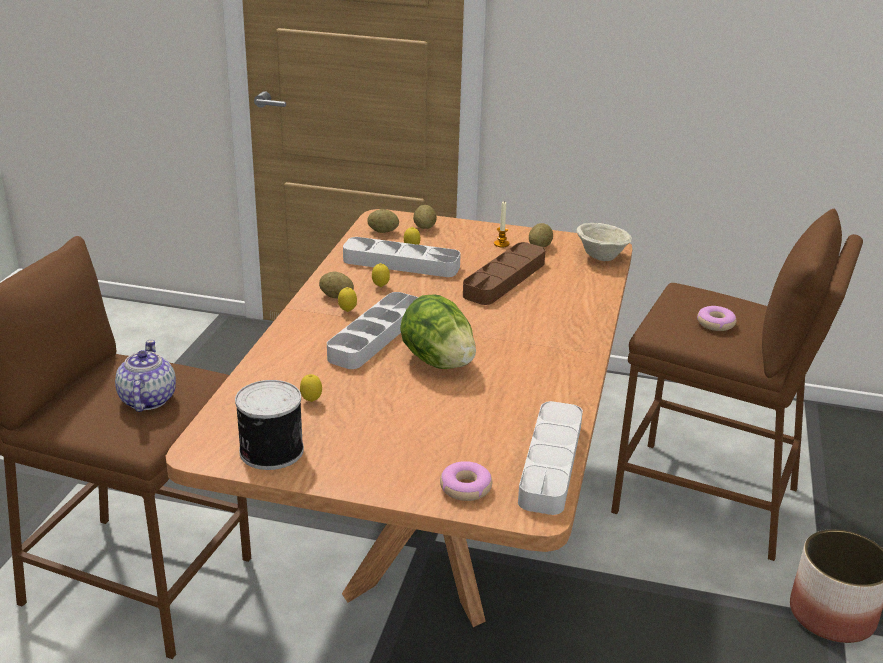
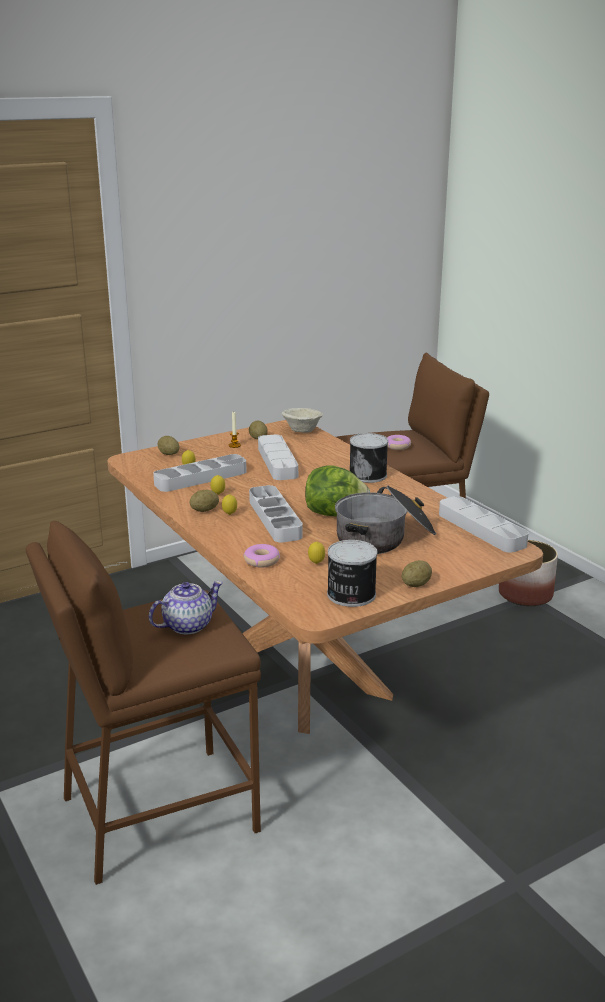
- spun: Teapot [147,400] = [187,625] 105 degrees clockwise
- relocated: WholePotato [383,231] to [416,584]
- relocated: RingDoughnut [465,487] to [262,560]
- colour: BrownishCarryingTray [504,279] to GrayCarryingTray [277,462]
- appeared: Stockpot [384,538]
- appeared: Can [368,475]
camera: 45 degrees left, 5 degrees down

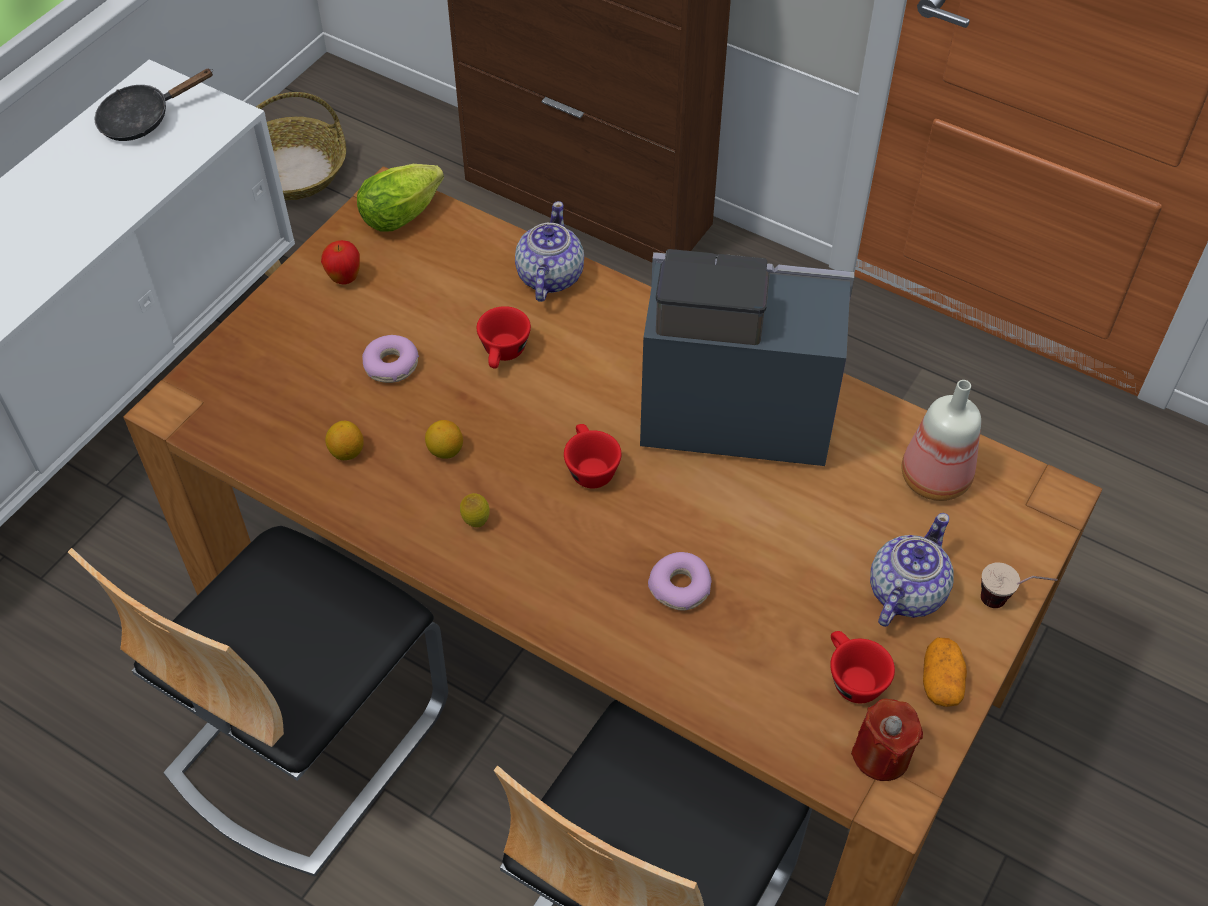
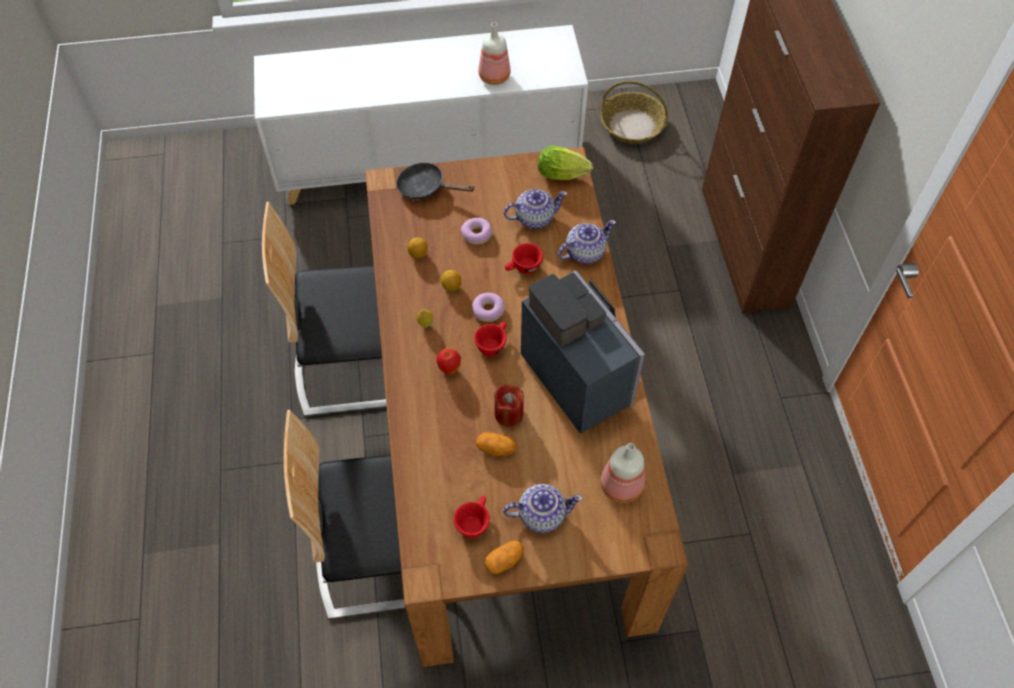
- relocated: BlackColouredFryingPan [143,119] to [426,187]
- relocated: AppleFruit [344,279] to [449,369]
- relocated: RingDoughnut [680,587] to [488,310]
- relocated: ReddishCandle [881,755] to [508,413]
- missing: SmallCup [1008,602]
- appeared: WholePotato [496,448]
- appeared: BeverageBottle [493,77]
- appeared: Teapot [534,218]
camera: 50 degrees right, 5 degrees up

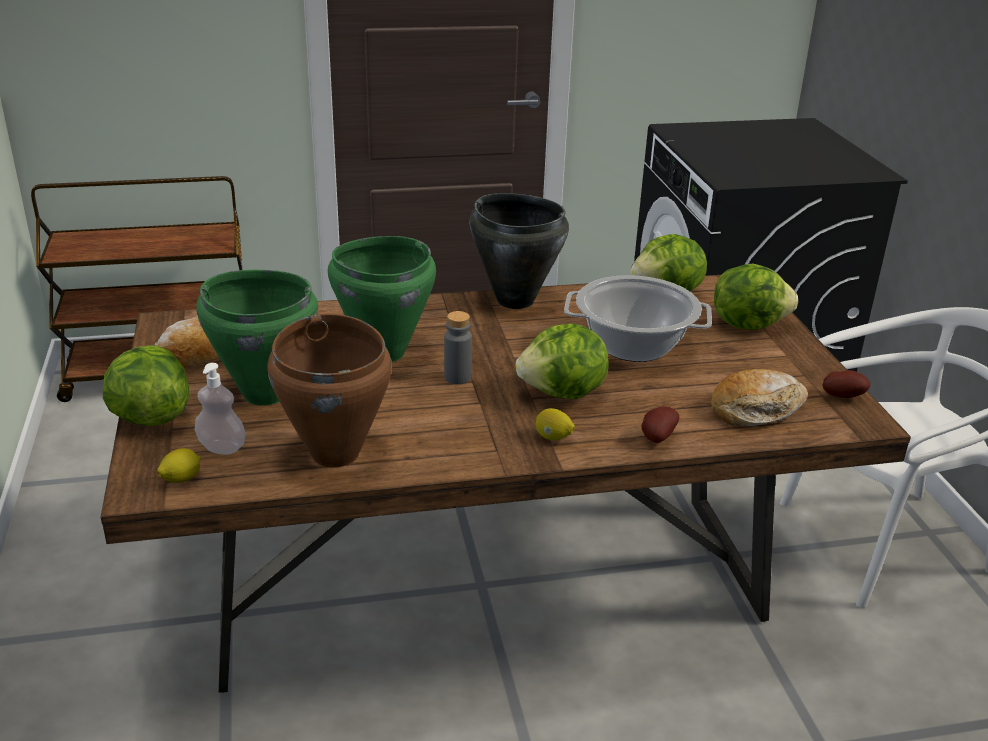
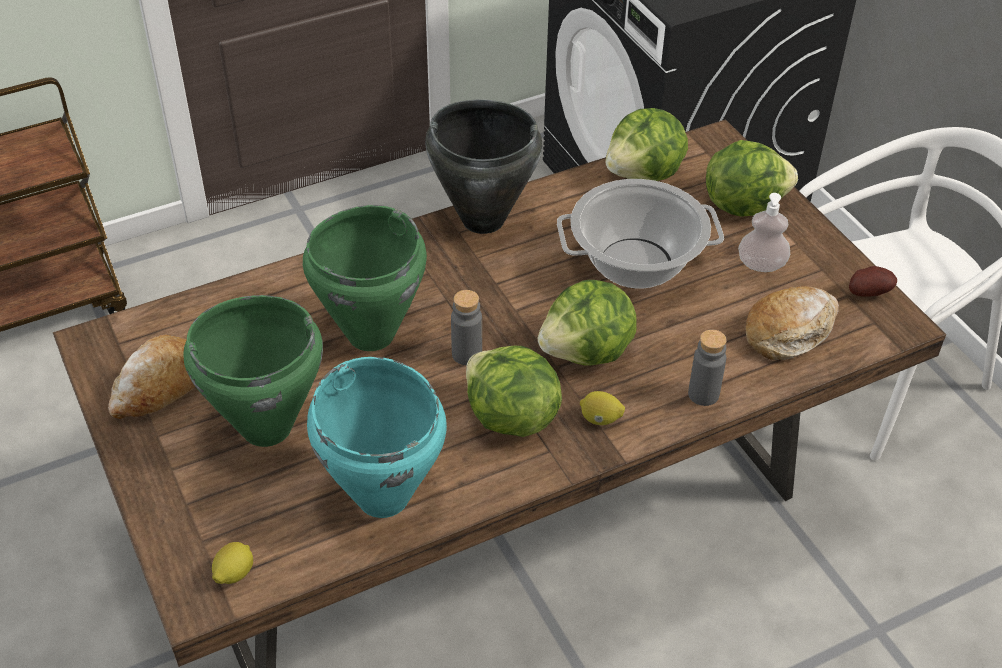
- relocated: Lettuce [150,417] to [510,418]
- relocated: SoapDispenser [222,447] to [761,265]
- colour: BrownishStockpot [336,453] to BlueGreenStockpot [383,496]
- exchanged: WholePotato [656,437] to GrayBeverageBottle [703,394]
camera: 15 degrees left, 15 degrees up

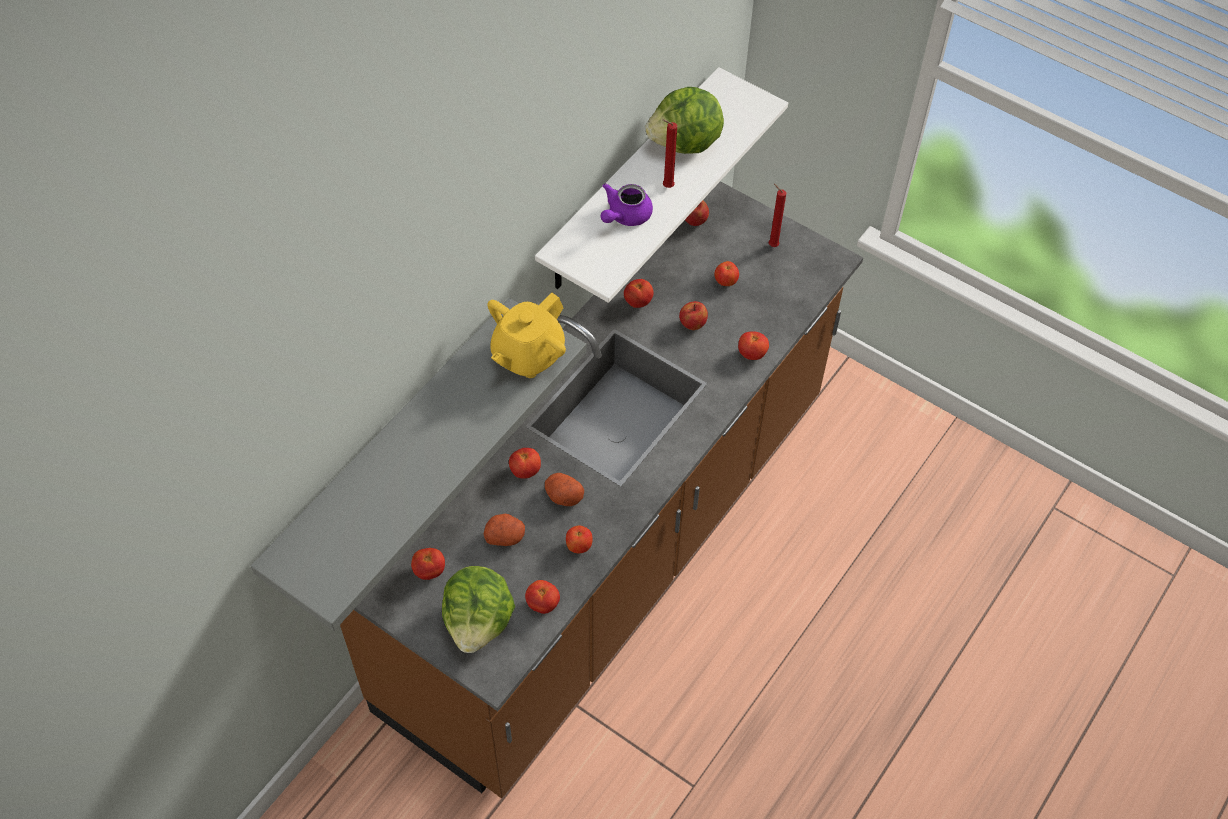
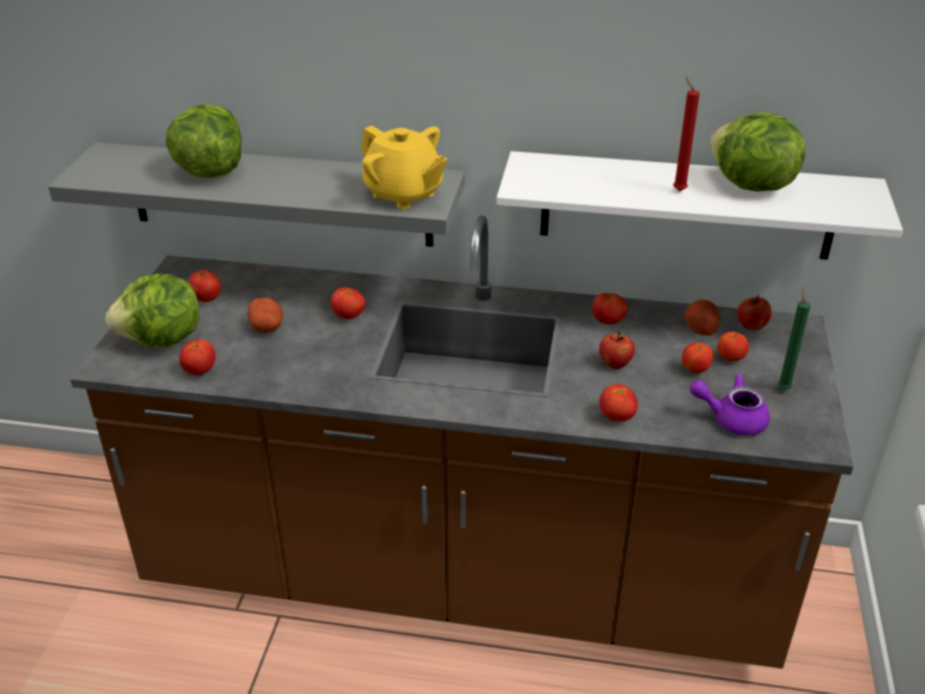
- spun: YellowColouredTeapot [527,355] = [403,194] 150 degrees counterclockwise
- relocated: WholePotato [563,495] to [700,327]
- relocated: AppleFruit [578,546] to [730,358]
- relocated: PurpleTeapot [624,216] to [731,419]
- colour: ReddishCandle [771,245] to GreenCandle [783,388]
- appeared: Lettuce [210,171]
camera: 65 degrees right, 20 degrees down

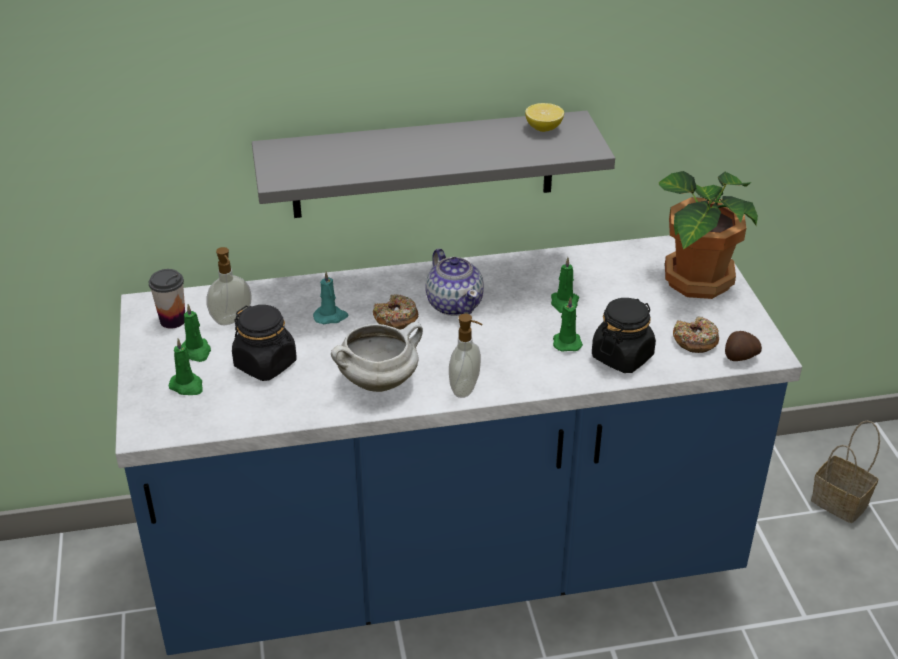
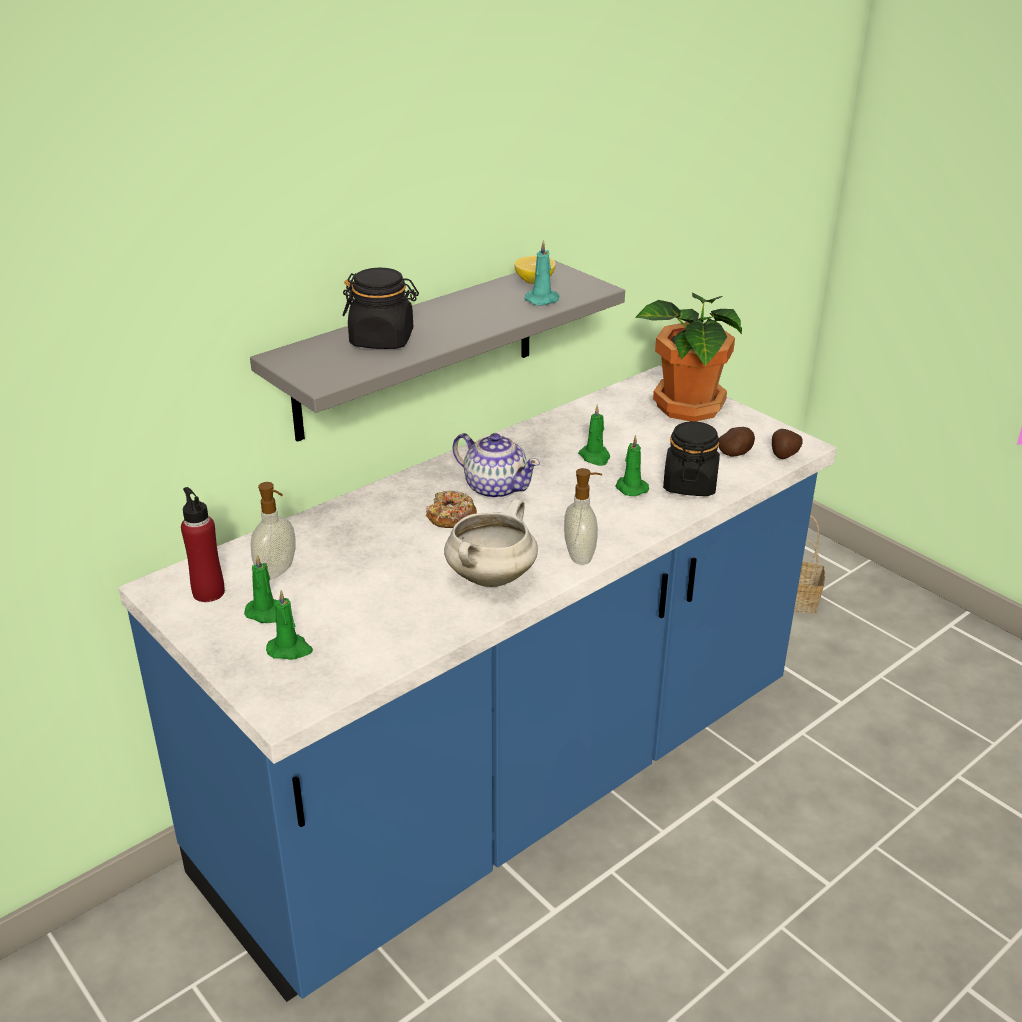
- exchanged: SmallCup [173,320] to ReddishBeverageBottle [208,592]
- relocated: BlackColouredPreserveJar [266,364] to [382,340]
- relocated: BlueGreenCandle [331,317] to [543,300]
- exchanged: RingDoughnut [695,341] to WholePotato [736,454]
camera: 30 degrees left, 5 degrees down

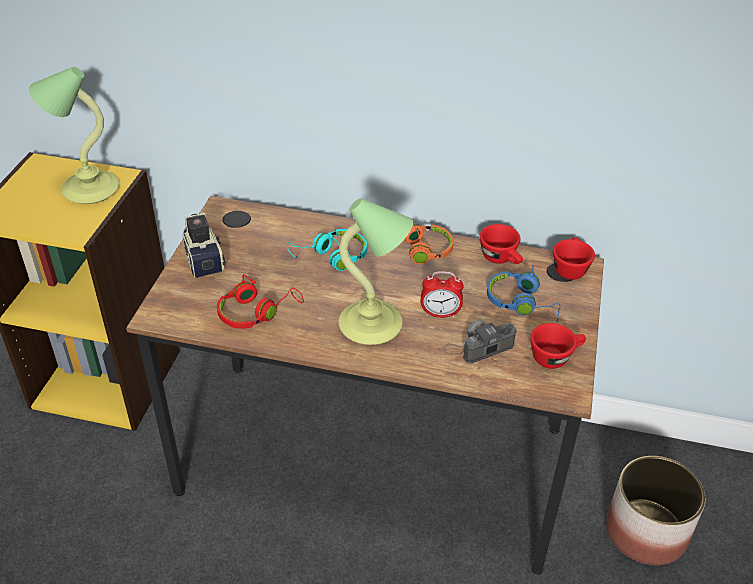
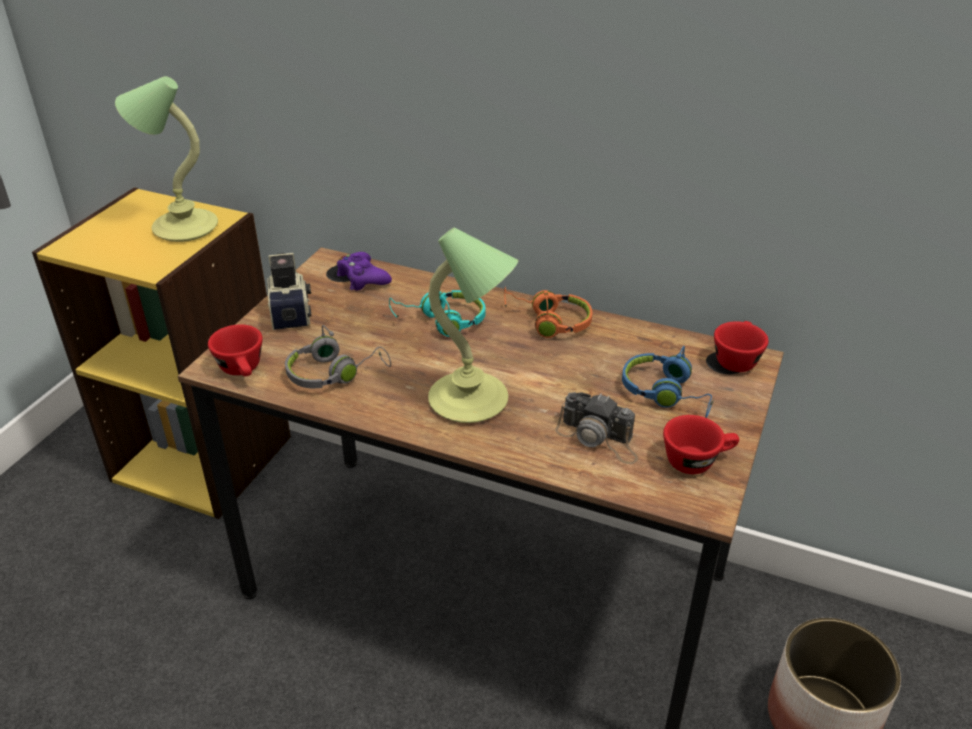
- colour: ReddishHeadphones [257,312] to GrayHeadphones [335,373]
- missing: BedsideClock [440,314]
- spun: StillCamera [478,347] = [599,438] 135 degrees counterclockwise
- relocated: ReddishSmallCup [502,259] to [243,370]
- appeared: PurpleJoypad [362,278]
camera: 10 degrees right, 5 degrees down

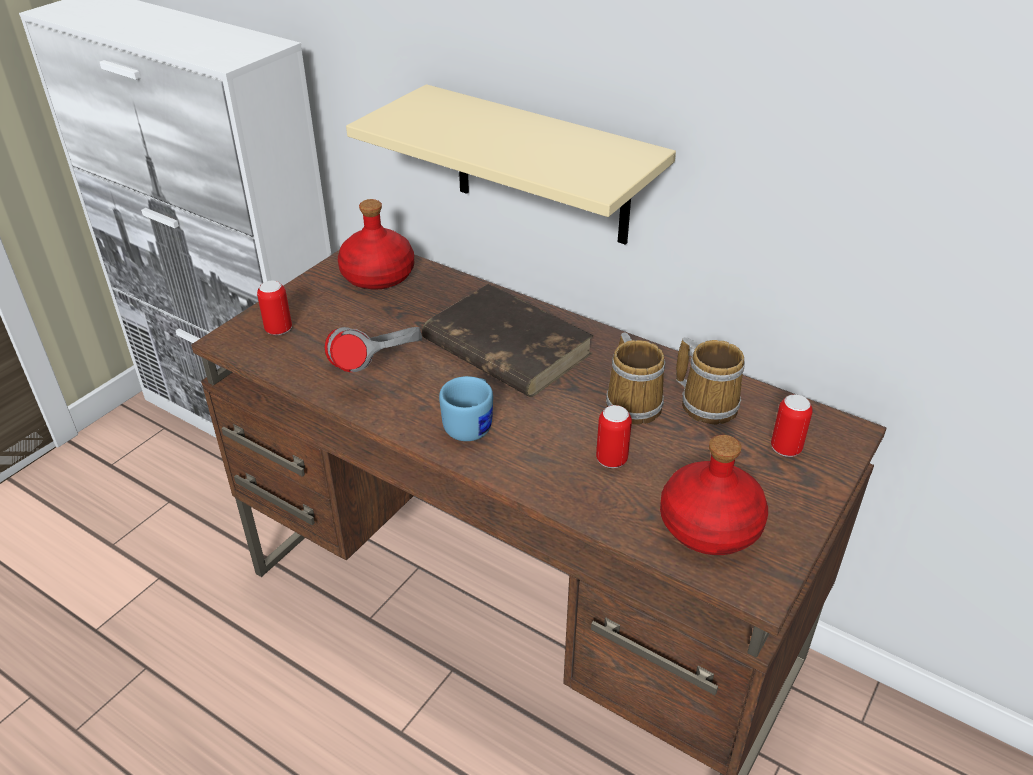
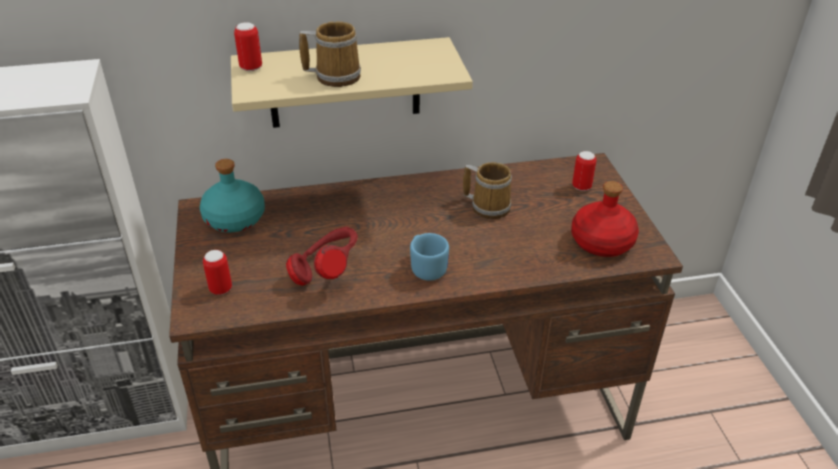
- colour: GrayHeadphones [377,370] to ReddishHeadphones [327,273]
- colour: ReddishBeverageBottle [377,276] to BlueGreenBeverageBottle [234,219]
- missing: BrownishVolume [505,347]
- relocated: Can [611,459] to [251,67]
- relocated: CoffeeMug [707,403] to [335,76]
camera: 45 degrees left, 0 degrees up

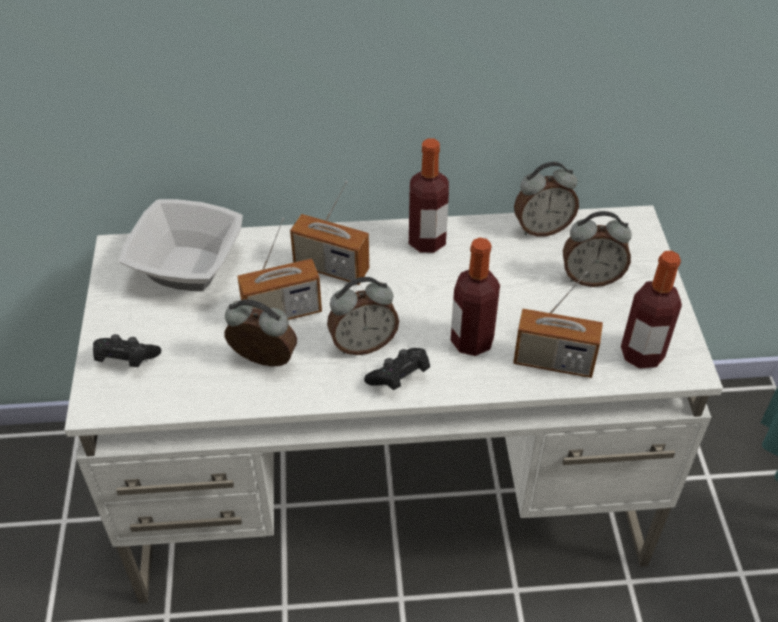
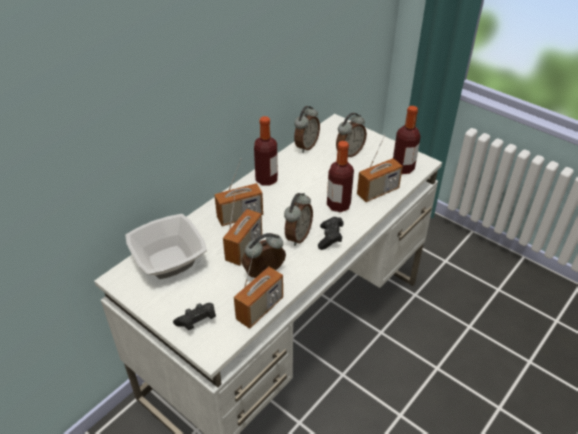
- appeared: RadioSet [260,309]
camera: 45 degrees left, 5 degrees down

